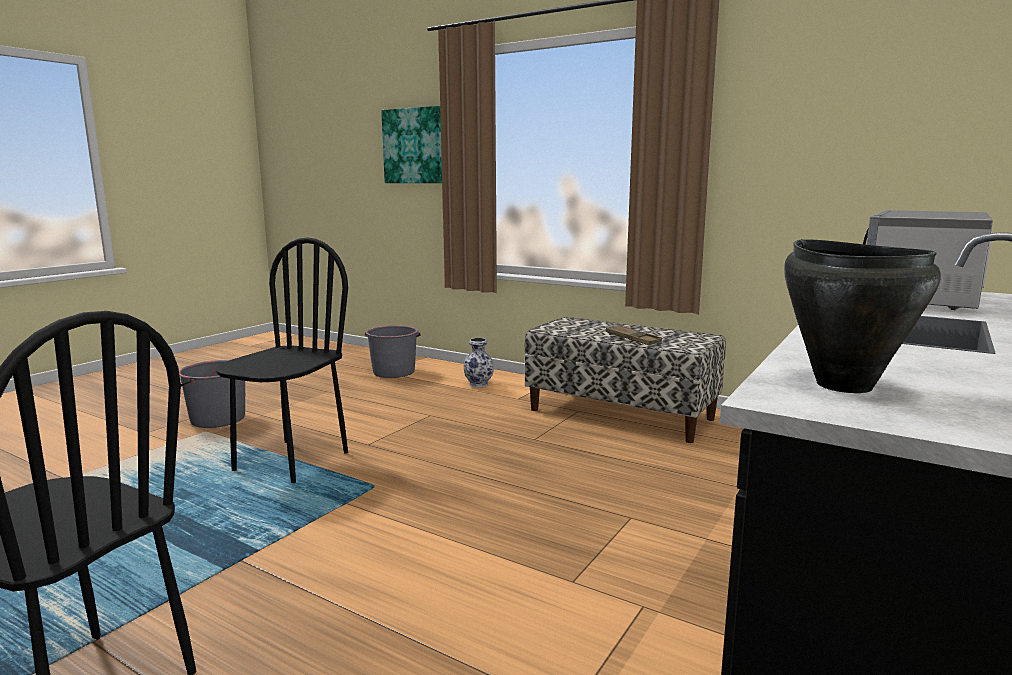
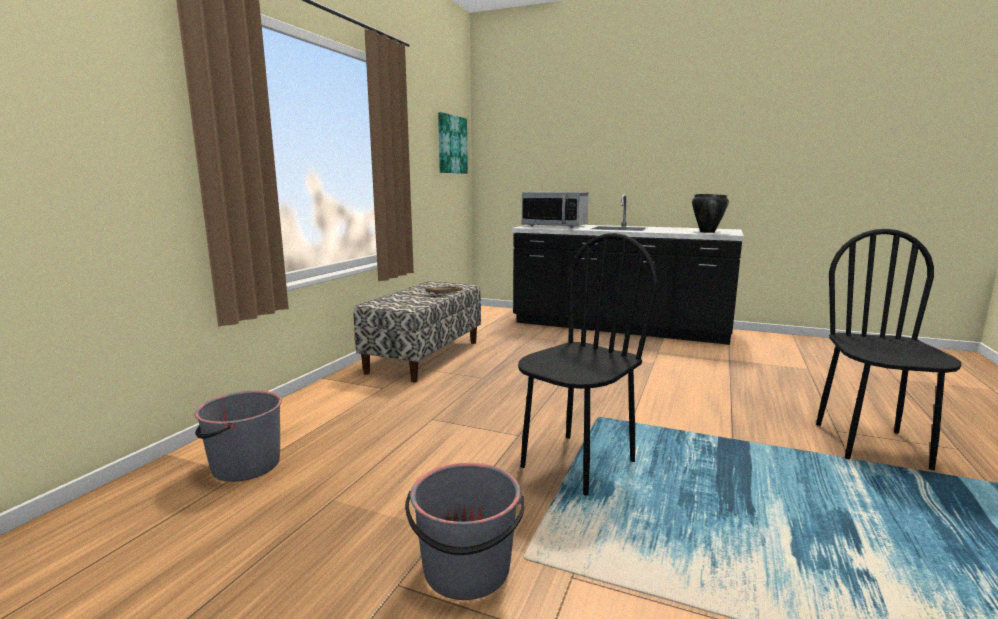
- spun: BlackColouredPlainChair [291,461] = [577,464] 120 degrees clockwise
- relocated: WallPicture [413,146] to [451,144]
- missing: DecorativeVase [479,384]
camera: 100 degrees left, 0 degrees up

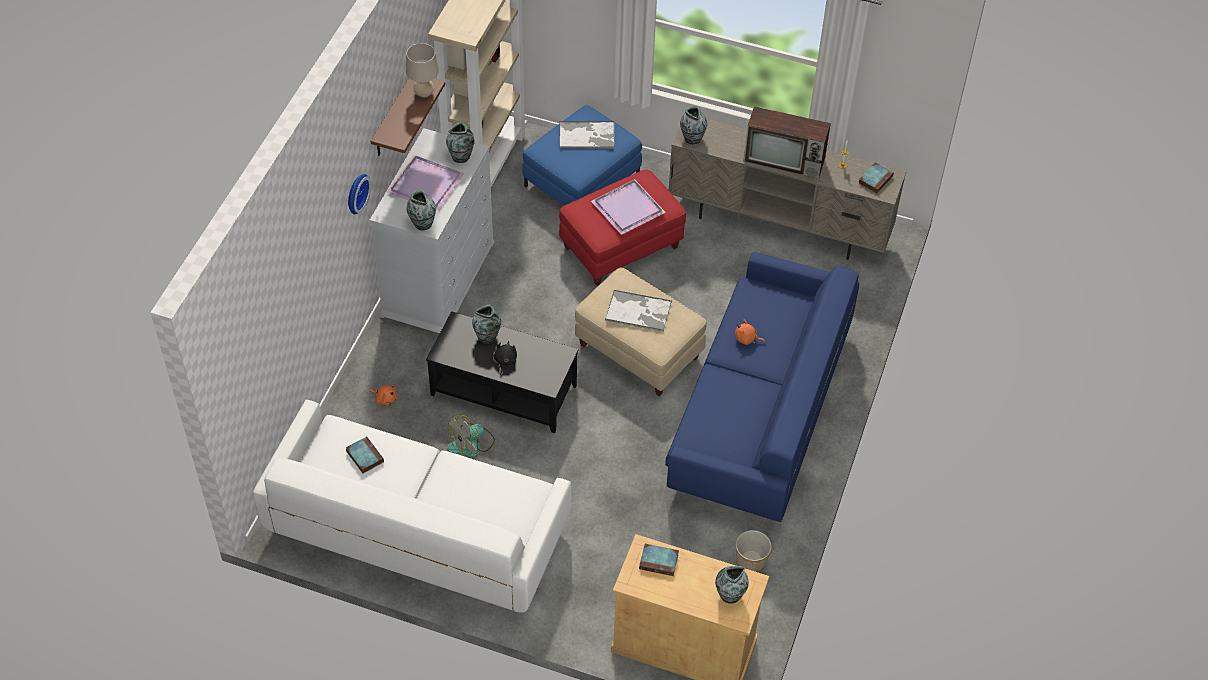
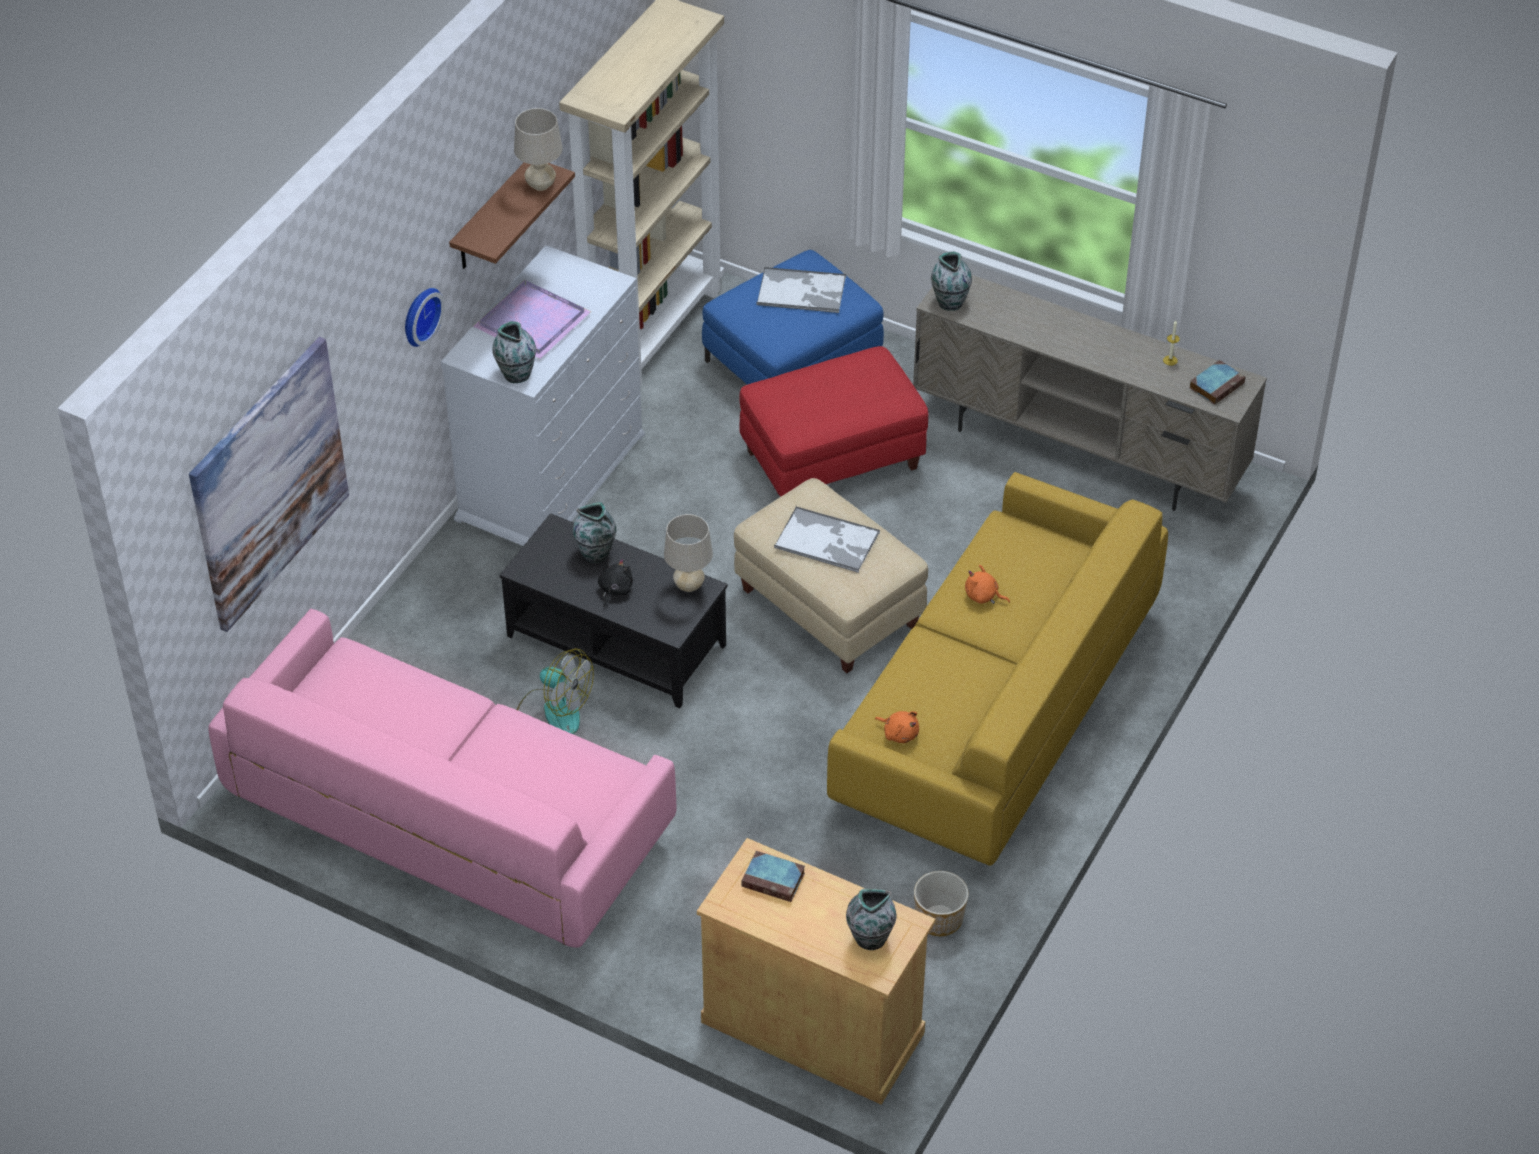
- colour: WhitishSettee [418,529] to PinkSettee [450,819]
- missing: Volume [364,456]
- relocated: OrangeyCuddlyToy [385,398] to [899,733]
- missing: DecorativeVase [461,156]
- spun: Fan [471,445] = [553,711] 120 degrees counterclockwise
- missing: PurpleCarryingTray [629,208]
- colour: BlueSettee [758,411] to YellowColouredSettee [993,711]
- missing: TvSet [785,160]
- appeared: WallPicture [269,483]
- appeared: SandColouredTableLamp [689,585]
camera: 10 degrees right, 5 degrees down

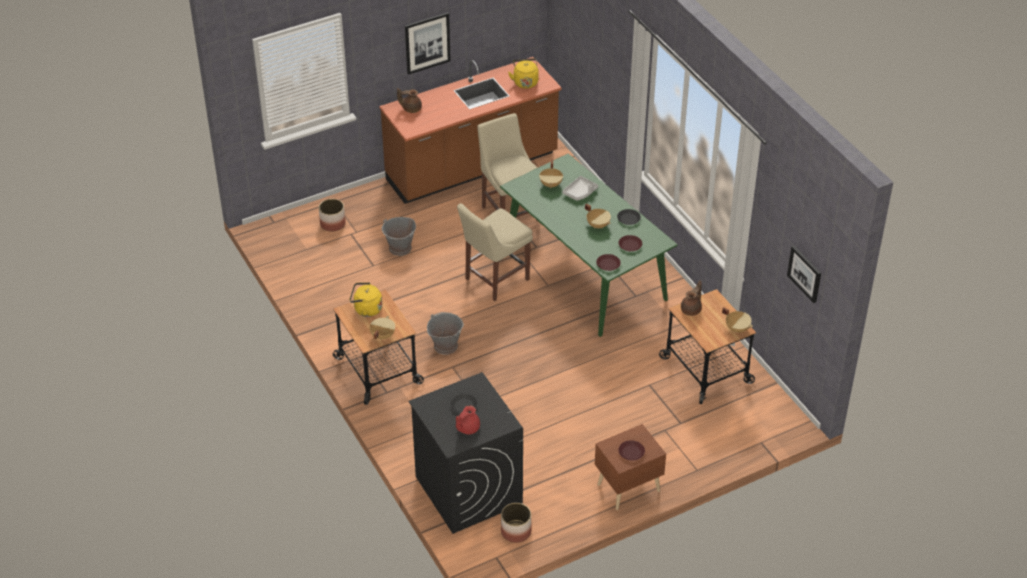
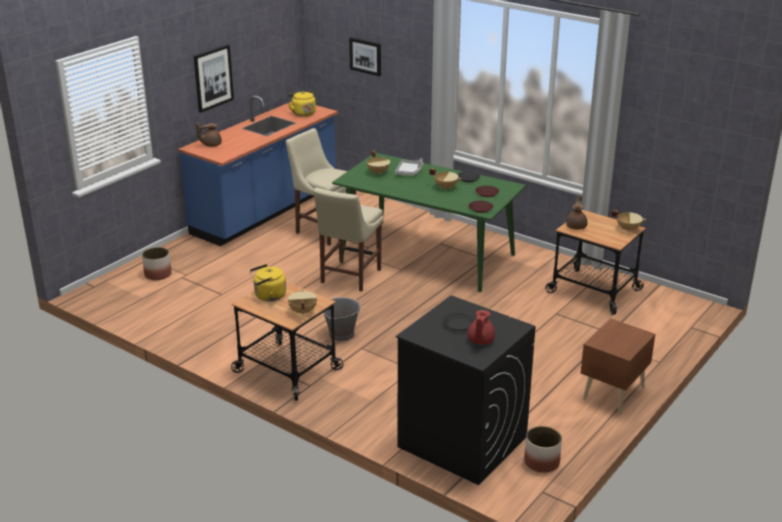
- colour: BrownishKitchenBaseUnit [472,169] to BlueKitchenBaseUnit [266,211]
- missing: GrayPail [400,248]
- missing: BrownishPlate [631,452]
- relocated: WallPicture [805,273] to [365,56]
camera: 25 degrees left, 15 degrees down

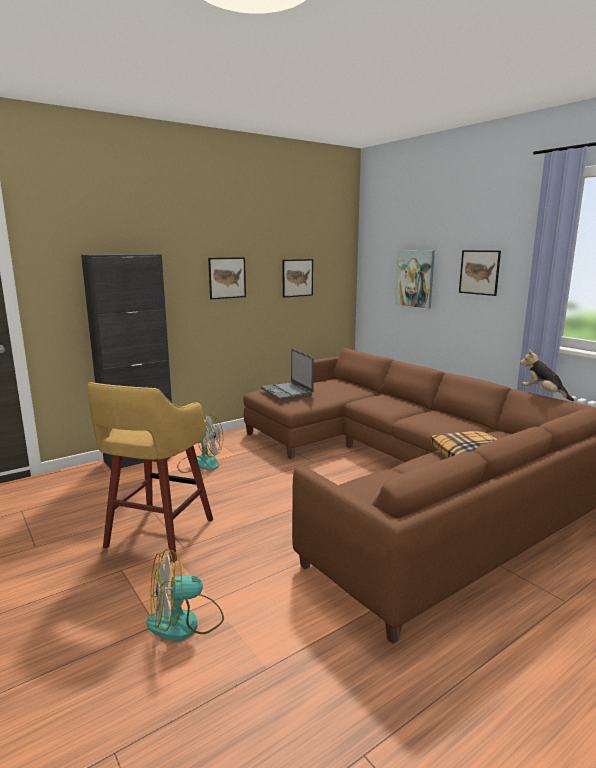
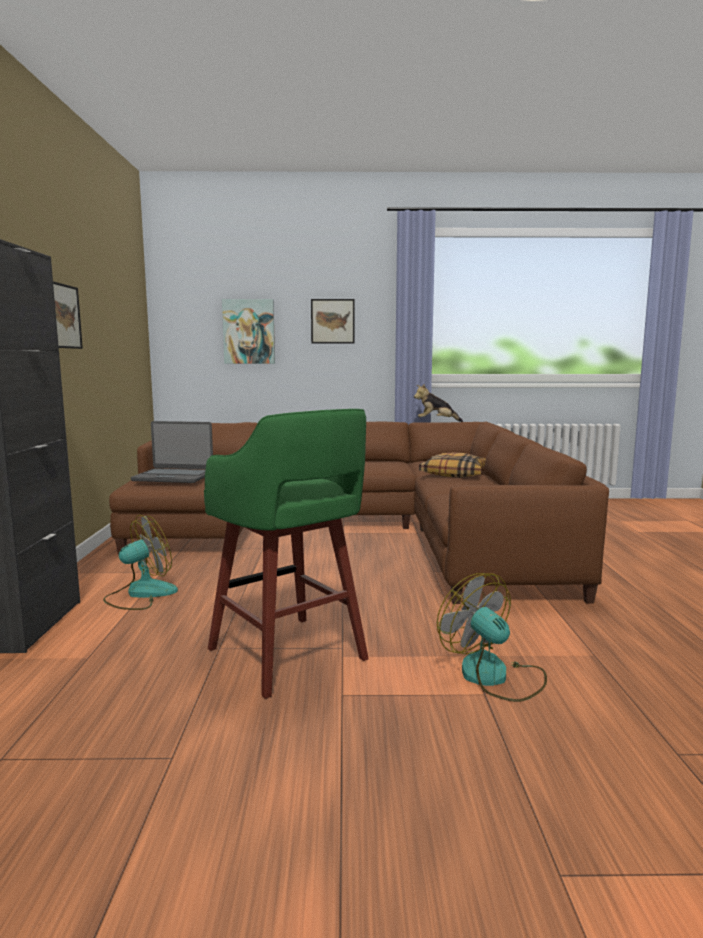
- colour: YellowColouredStoolSeat [158,535] to GreenStoolSeat [289,656]
- spun: Fan [185,622] = [494,676] 135 degrees clockwise
- missing: WallPicture [297,278]
camera: 55 degrees left, 5 degrees down

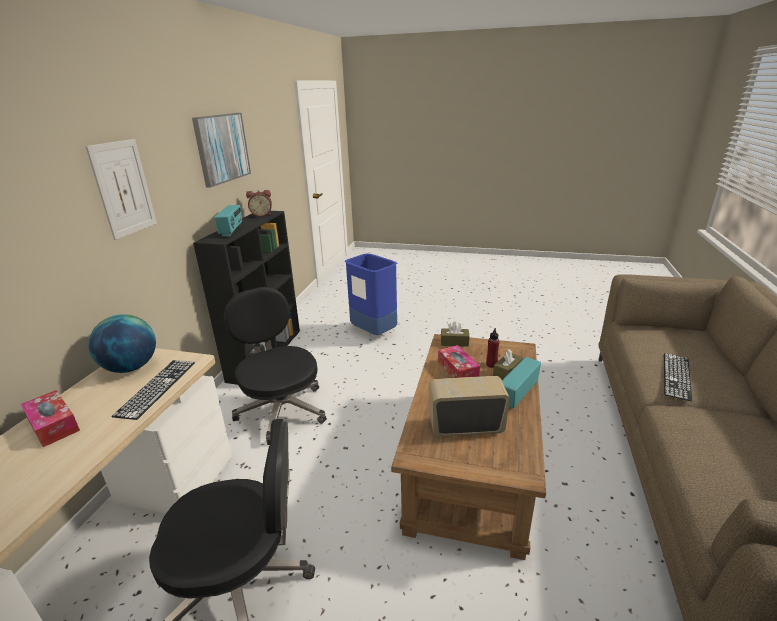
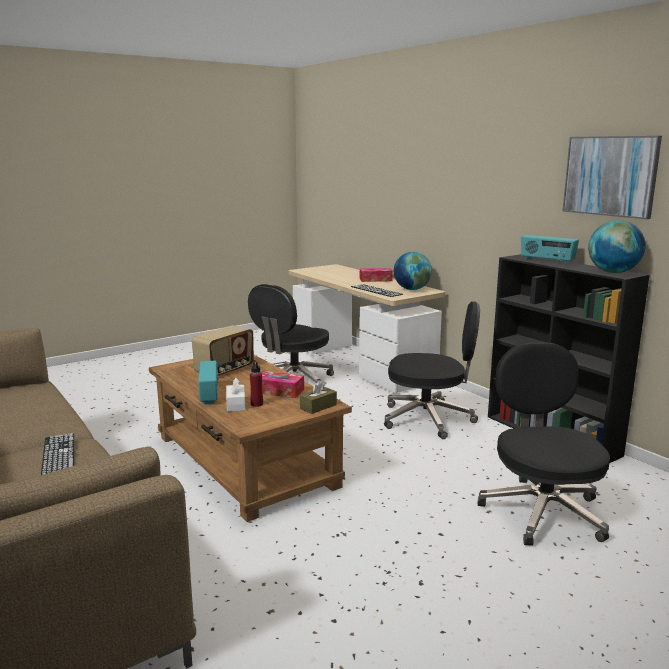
- missing: WallPicture [123,188]
- exchanged: BedsideClock [261,215] to DeskGlobe [613,272]
- exchanged: BlueTrashCan [373,333] to BlackColouredComputerChair [542,511]
- colour: BrownishTissueHolder [507,372] to WhitishTissueHolder [236,404]
camera: 130 degrees right, 10 degrees down

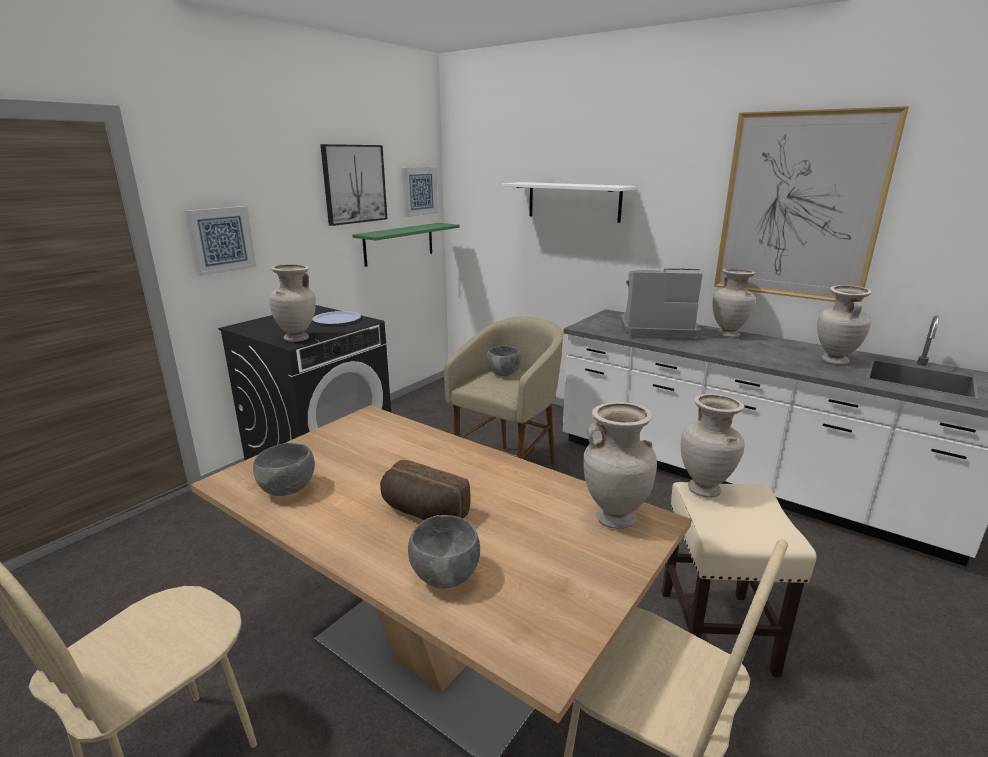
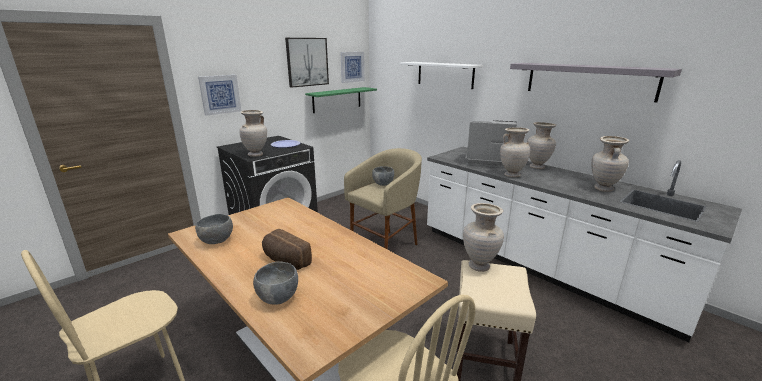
- relocated: SandColouredDecorativeVase [614,518] to [511,175]
- exchanged: WallPicture [800,207] to GrayShelf [588,80]
camera: 10 degrees right, 0 degrees up

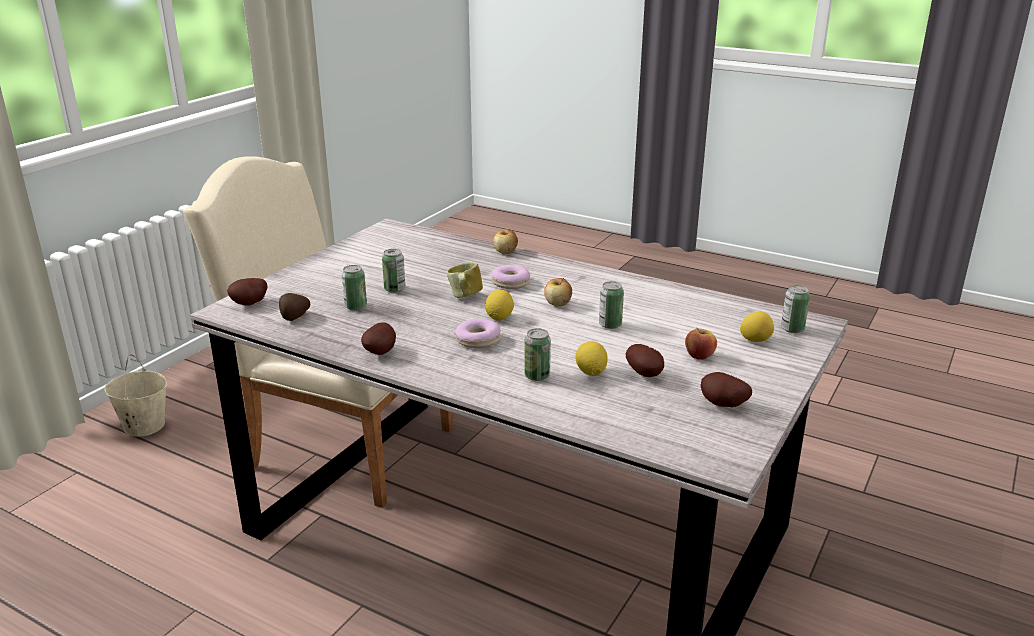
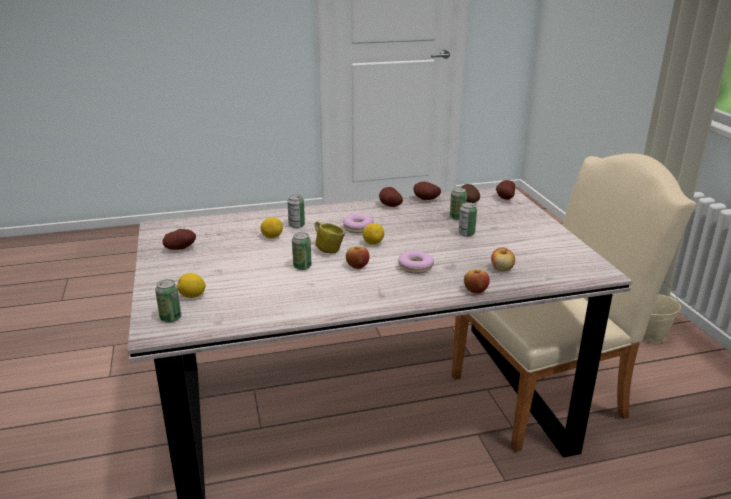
- relocated: CoffeeMug [464,298] to [328,249]
- relocated: WholePotato [645,374] to [425,200]
- relocated: AppleFruit [699,356] to [502,269]
camera: 135 degrees right, 0 degrees up

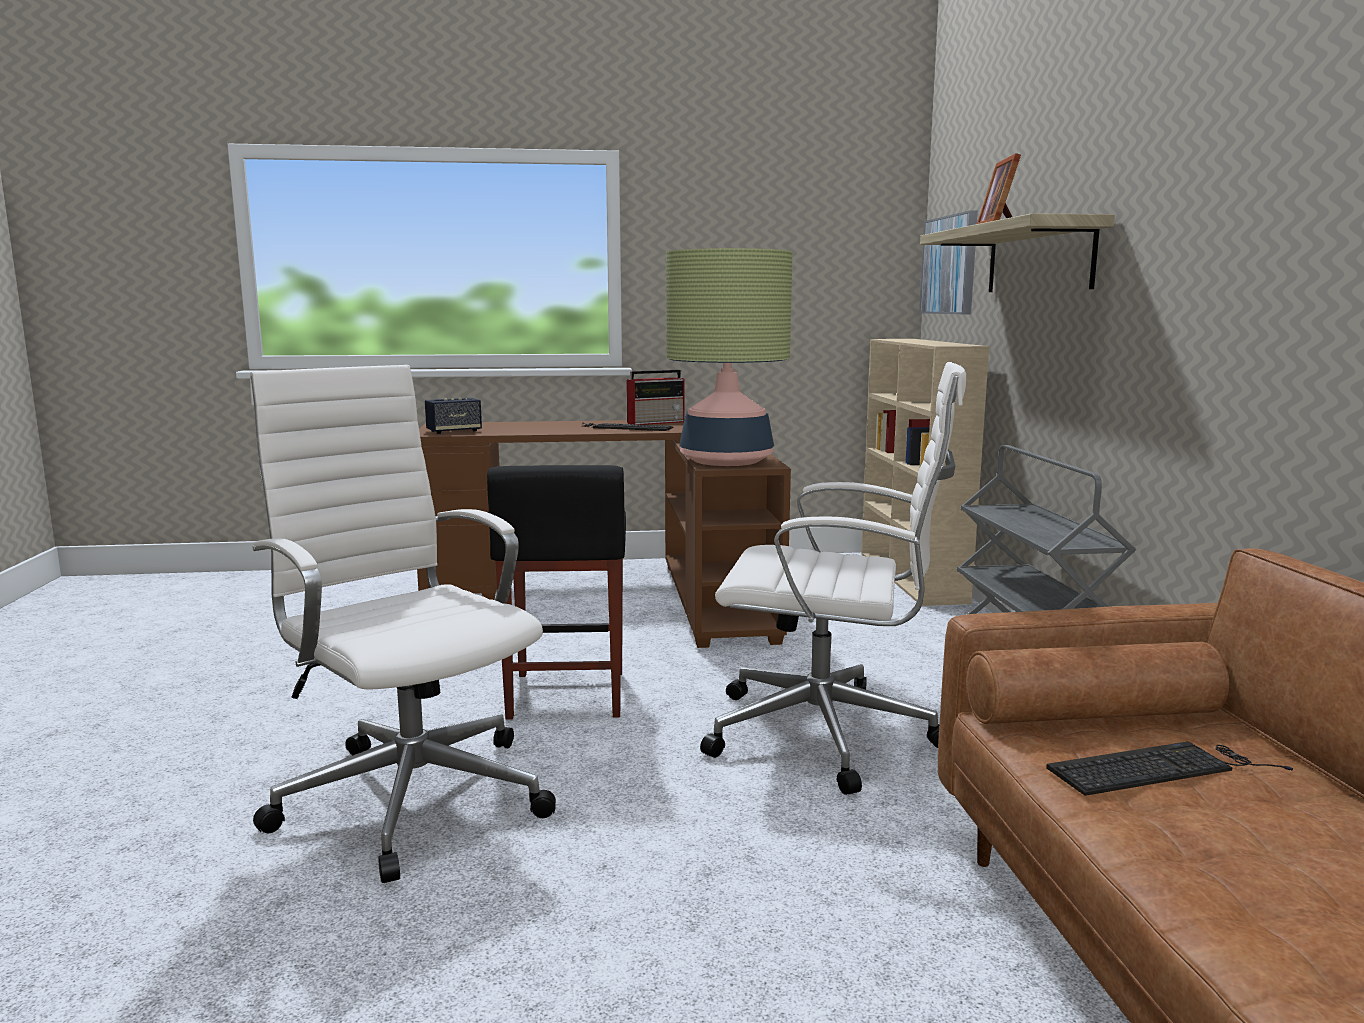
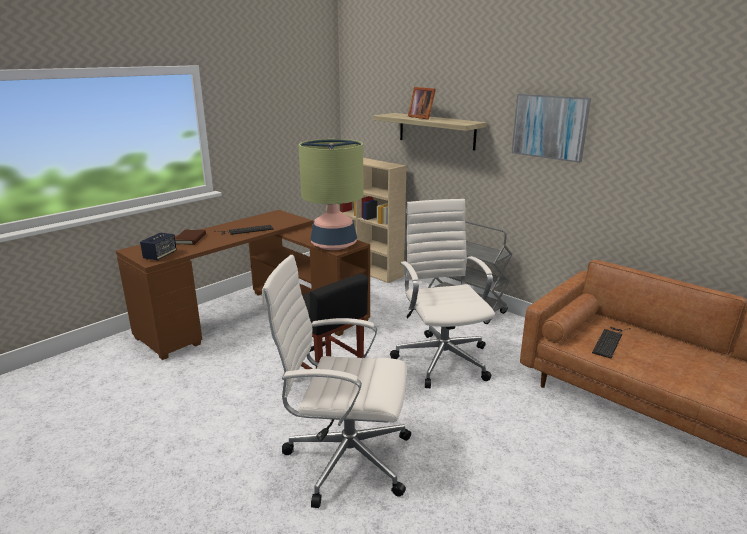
- missing: RadioSet [657,422]
- spun: WhitishComputerChair [828,735] = [442,358] 75 degrees counterclockwise
- relocated: WallPicture [950,265] to [550,127]
- appeared: BrownishVolume [190,239]
camera: 40 degrees left, 10 degrees up

